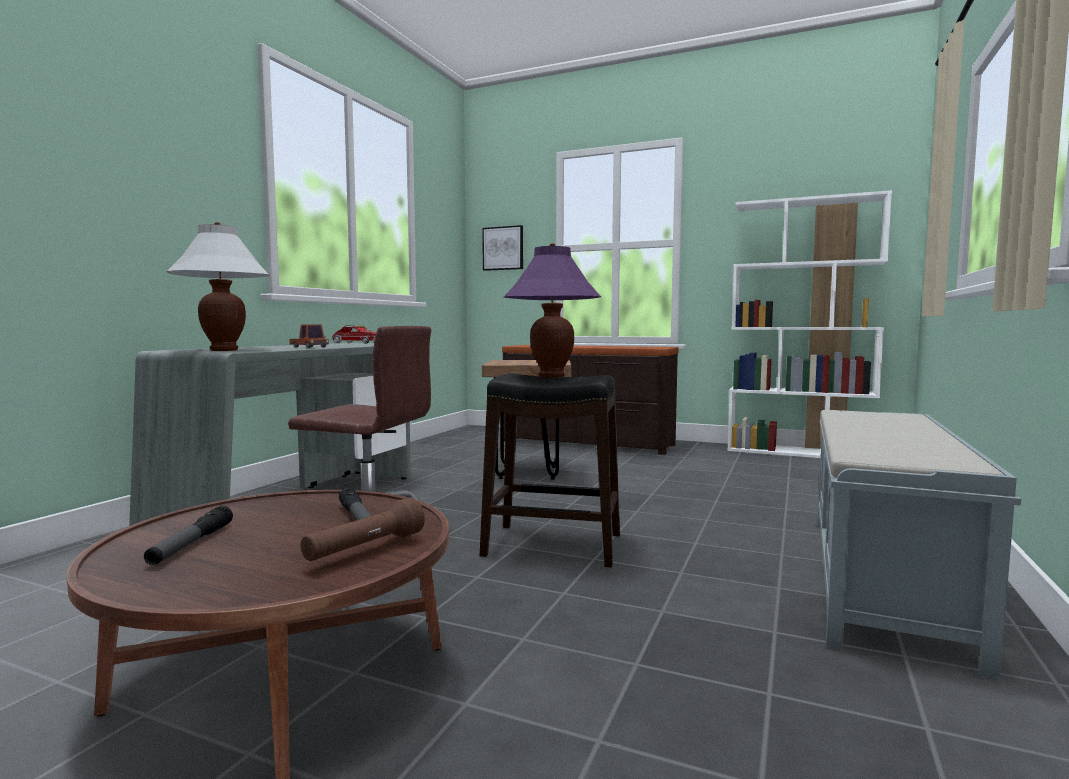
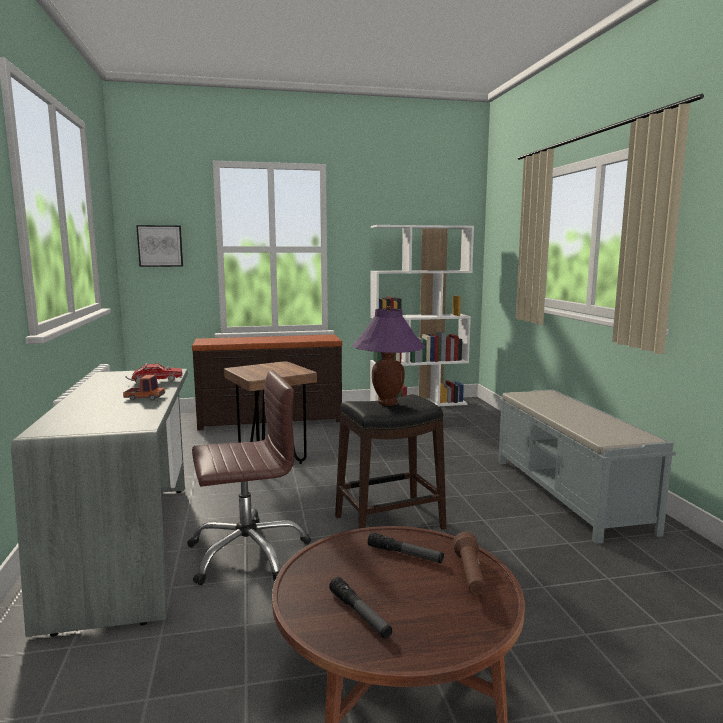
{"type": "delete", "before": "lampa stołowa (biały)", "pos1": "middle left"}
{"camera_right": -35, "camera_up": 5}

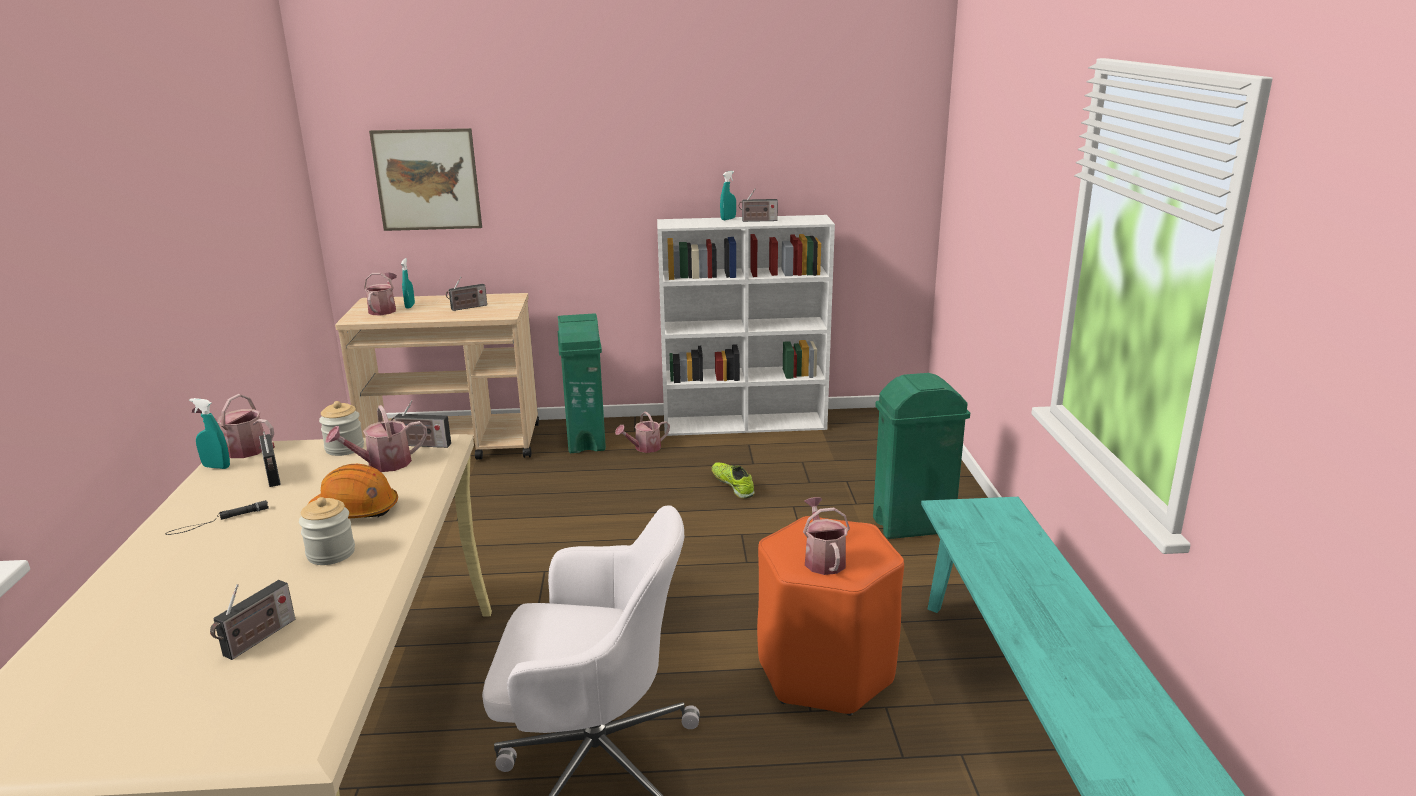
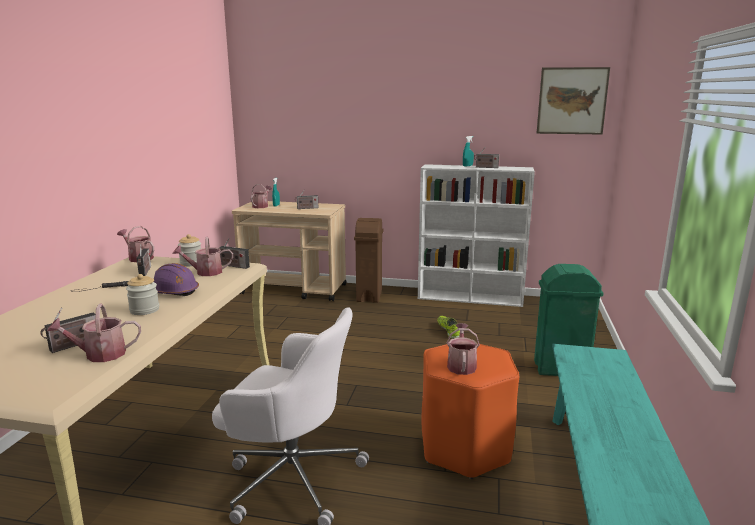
{"type": "delete", "before": "spryskiwacz (turkusowy) (1st from left)", "pos1": "middle left"}
{"type": "recolor", "before": "kask (pomarańczowy)", "after": "kask (fioletowy)", "pos1": "middle left", "pos2": "middle left"}
{"type": "move", "before": "obraz", "pos1": "top left", "pos2": "top right"}
{"type": "recolor", "before": "kosz na śmieci (zielony) (1st from left)", "after": "kosz na śmieci (brązowy)", "pos1": "centre", "pos2": "centre"}
{"type": "move", "before": "konewka (4th from left in the first image)", "after": "konewka (1st from left)", "pos1": "centre", "pos2": "middle left"}
{"camera_right": 15, "camera_up": -5}

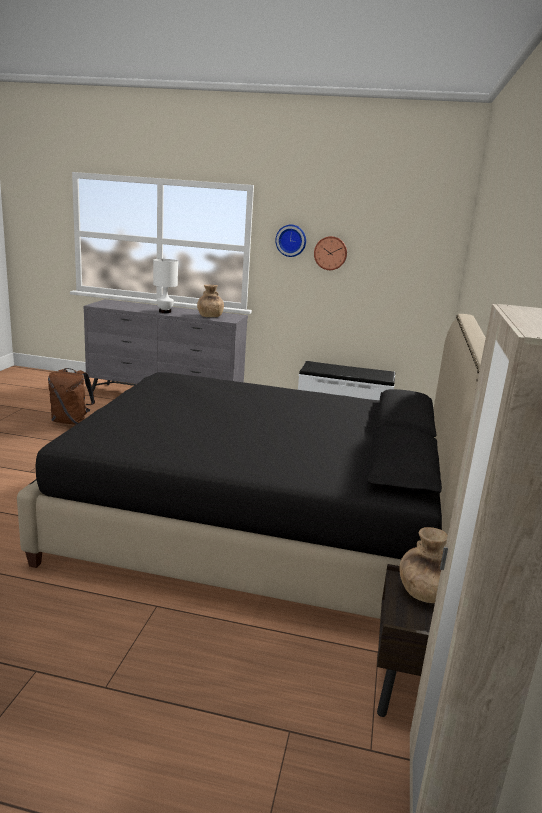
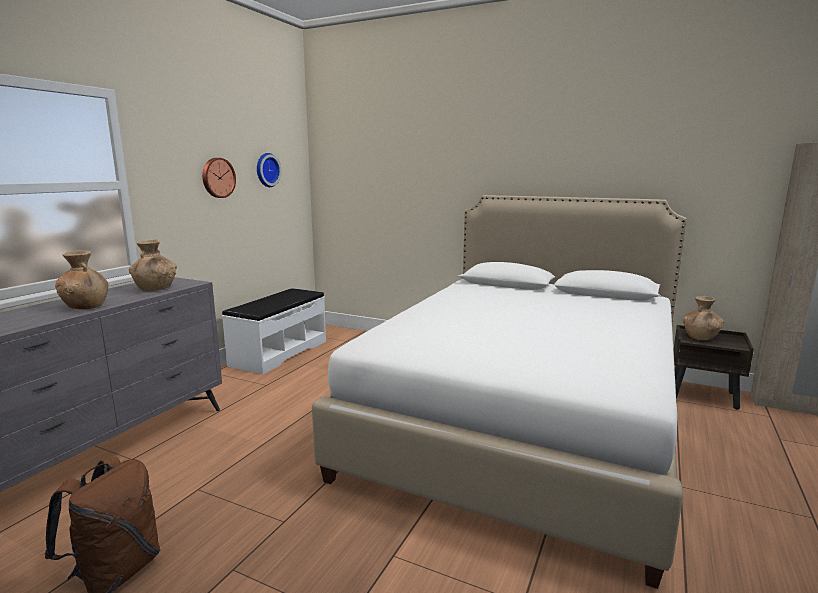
{"type": "recolor", "before": "łóżko (czarny)", "after": "łóżko (biały)", "pos1": "centre", "pos2": "centre"}
{"type": "replace", "before": "lampa stołowa (biały)", "after": "wazon (brązowy) (1st from left)", "pos1": "middle left", "pos2": "middle left"}
{"type": "move", "before": "zegar ścienny (1st from left in the first image)", "after": "zegar ścienny (2nd from left)", "pos1": "top centre", "pos2": "top left"}
{"camera_right": -75, "camera_up": -5}

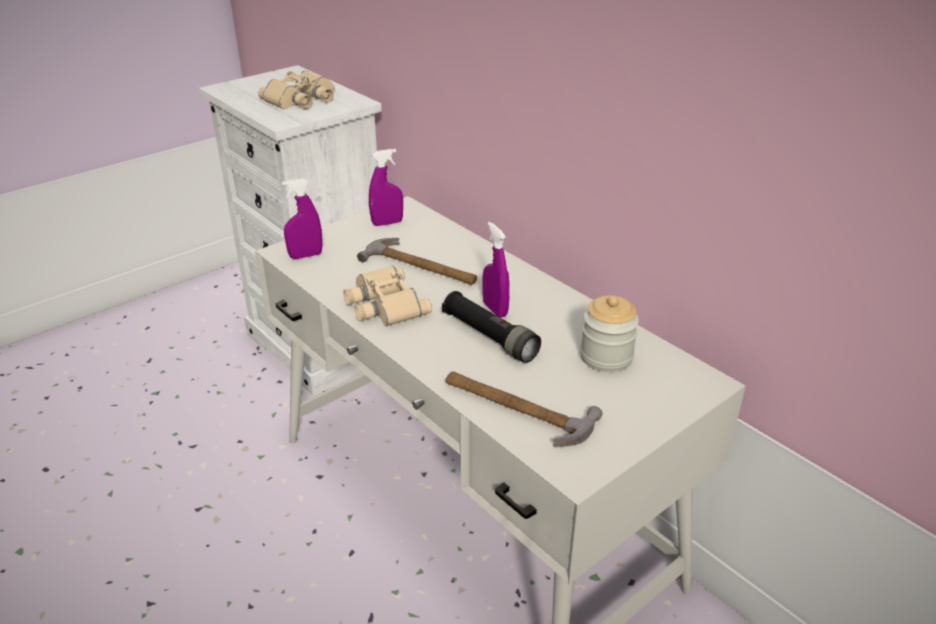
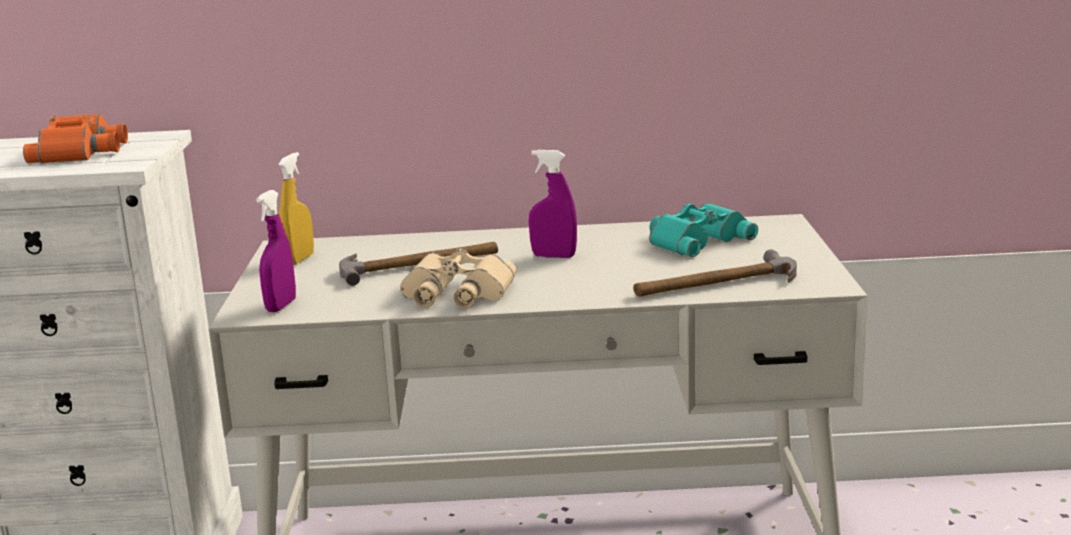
{"type": "recolor", "before": "lornetka (beżowy) (1st from left)", "after": "lornetka (pomarańczowy)", "pos1": "top left", "pos2": "top left"}
{"type": "recolor", "before": "spryskiwacz (fioletowy) (2nd from left)", "after": "spryskiwacz (żółty)", "pos1": "top centre", "pos2": "middle left"}
{"type": "delete", "before": "latarka (czarny)", "pos1": "centre"}
{"type": "replace", "before": "słoik", "after": "lornetka (turkusowy)", "pos1": "centre", "pos2": "centre"}
{"camera_right": -50, "camera_up": -15}

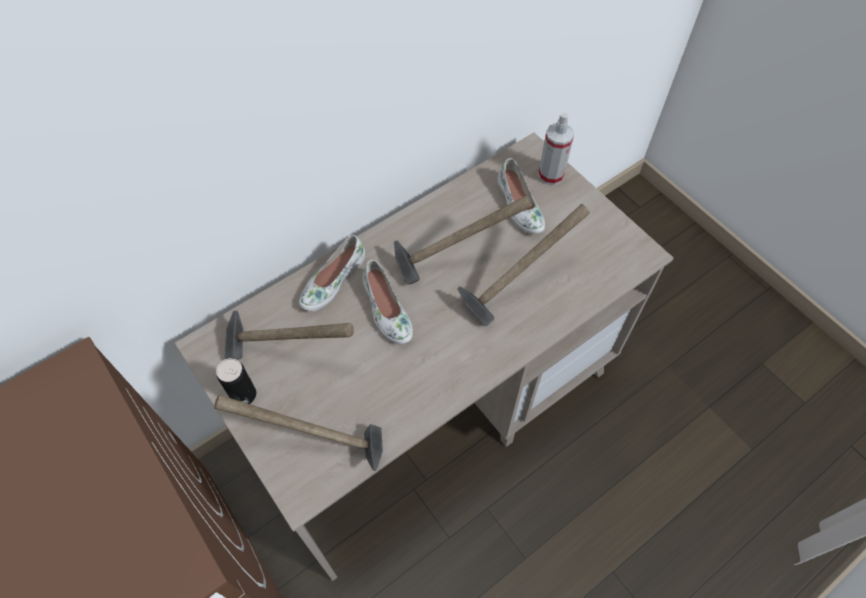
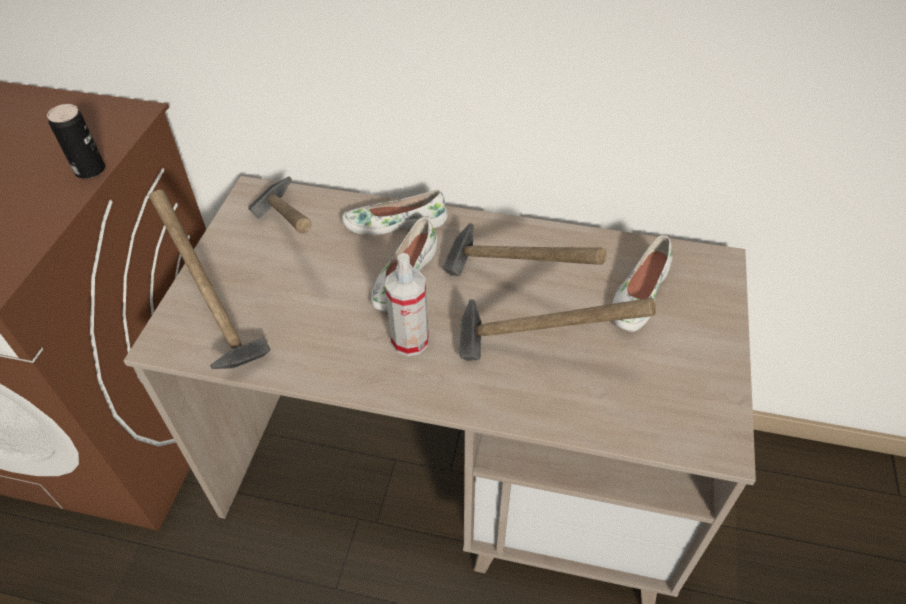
{"type": "move", "before": "puszka", "pos1": "middle left", "pos2": "top left"}
{"type": "move", "before": "spryskiwacz", "pos1": "top centre", "pos2": "centre"}
{"camera_right": 50, "camera_up": -10}

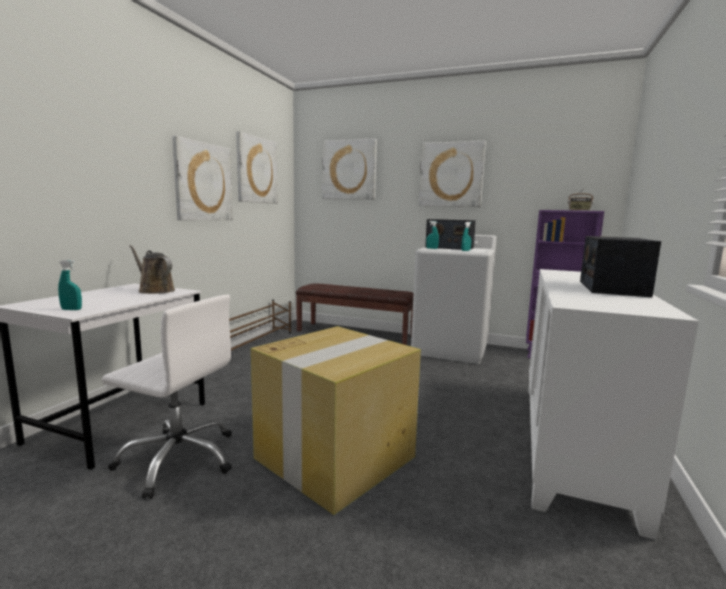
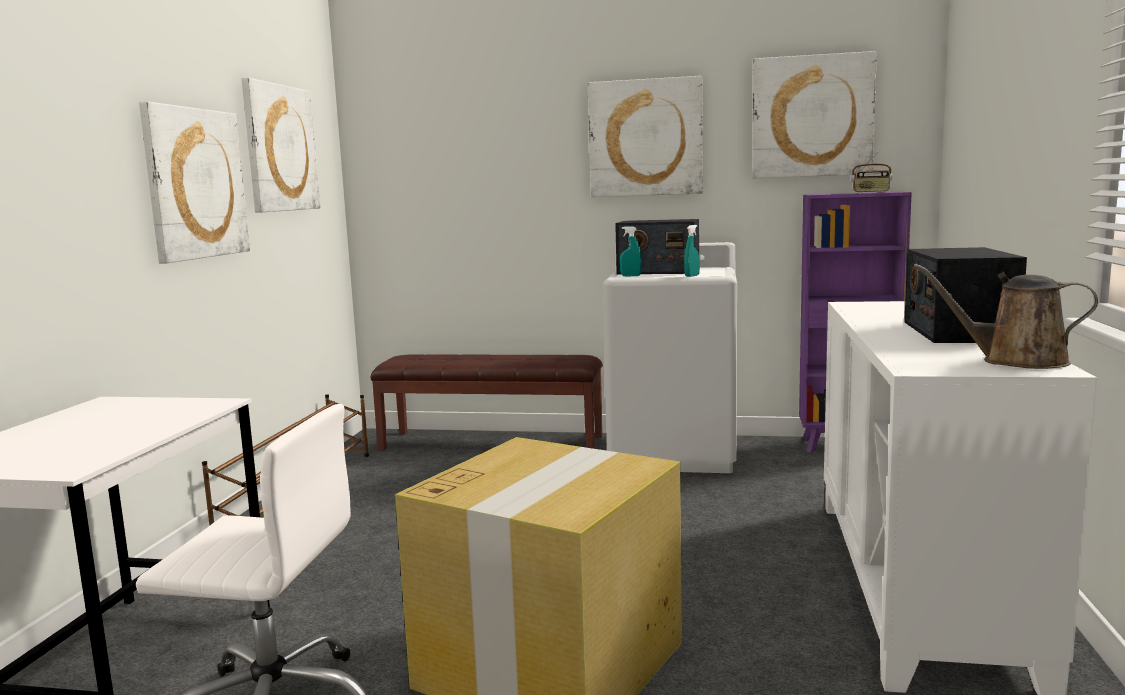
{"type": "delete", "before": "spryskiwacz (turkusowy) (1st from left)", "pos1": "middle left"}
{"type": "move", "before": "konewka (brązowy)", "pos1": "middle left", "pos2": "middle right"}
{"type": "move", "before": "obraz (3rd from left in the first image)", "after": "obraz (4th from left)", "pos1": "top centre", "pos2": "top right"}
{"camera_right": -10, "camera_up": 0}

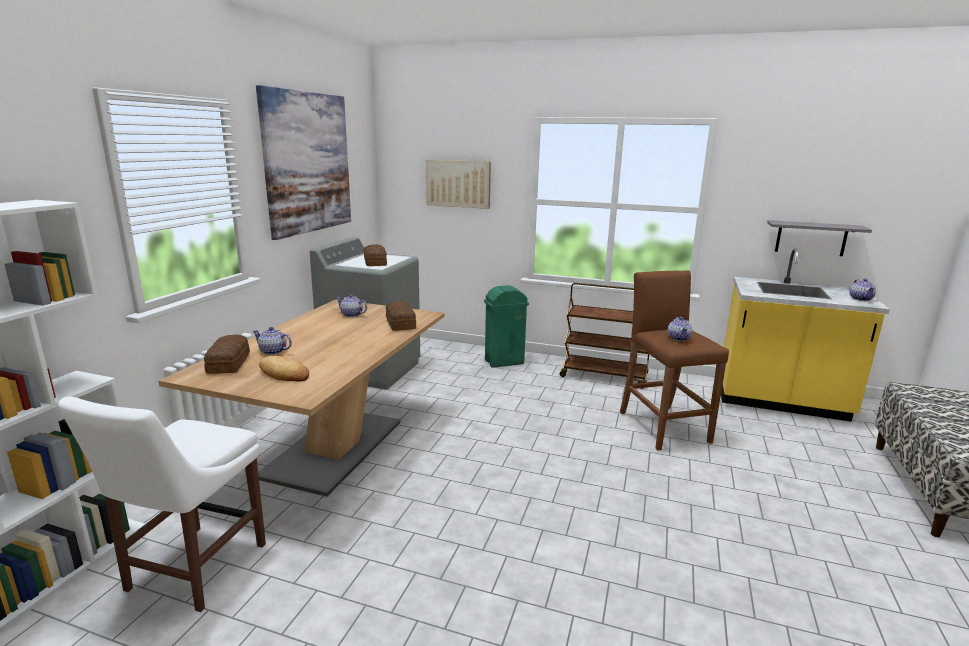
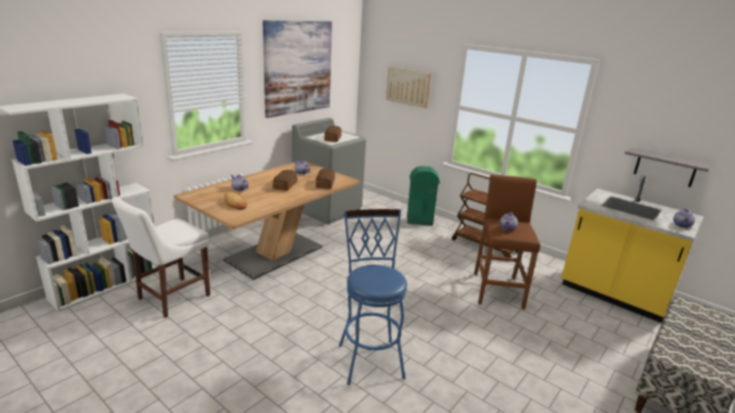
{"type": "move", "before": "chleb (1st from left in the first image)", "after": "chleb (2nd from left)", "pos1": "middle left", "pos2": "centre"}
{"type": "insert", "after": "stołek (niebieski)", "pos2": "bottom centre"}
{"camera_right": 20, "camera_up": 5}

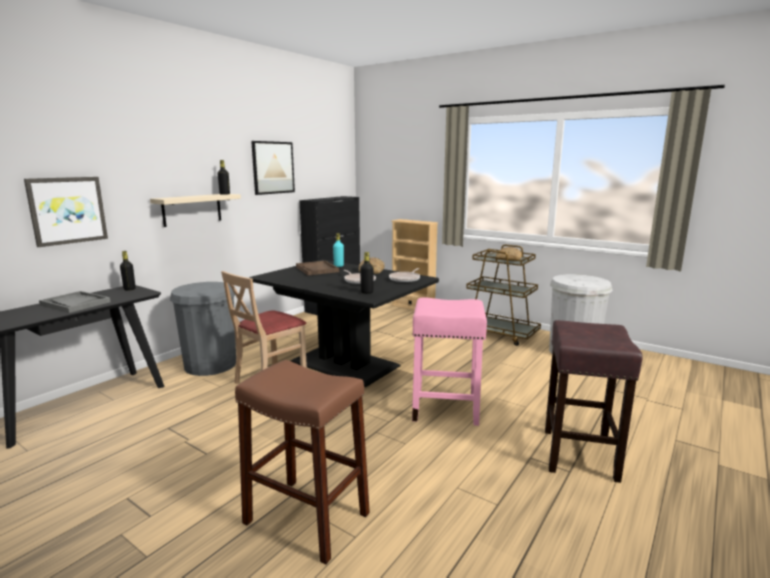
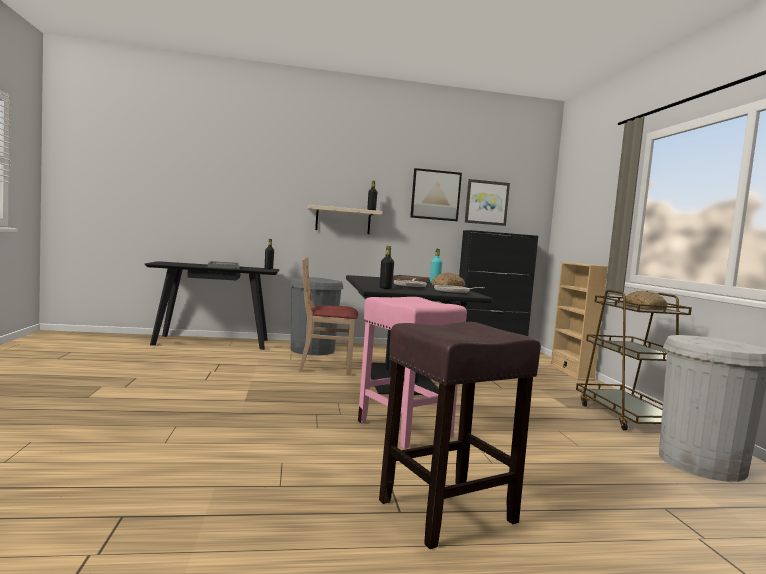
{"type": "move", "before": "obraz (1st from left in the first image)", "after": "obraz (2nd from left)", "pos1": "middle left", "pos2": "centre"}
{"type": "delete", "before": "stołek (brązowy) (1st from left)", "pos1": "bottom centre"}
{"camera_right": 45, "camera_up": -10}

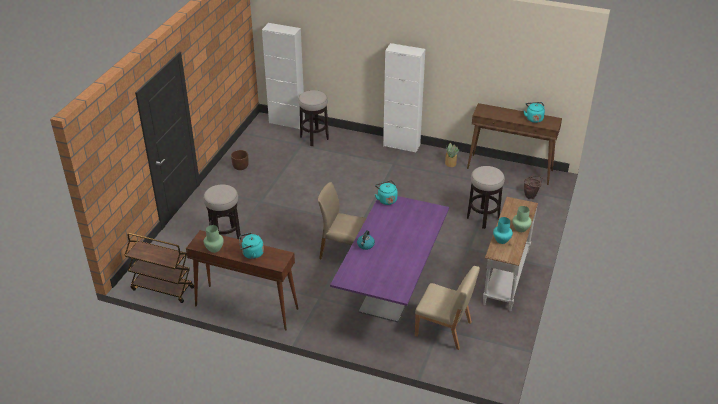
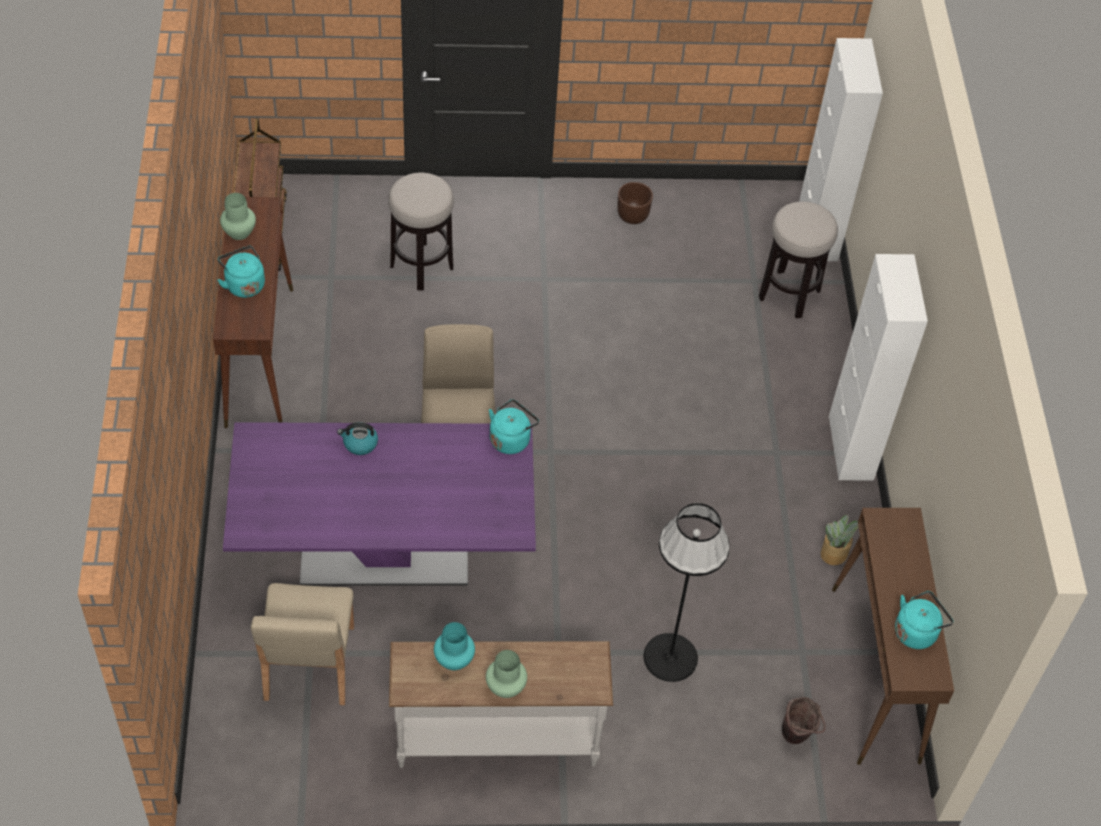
{"type": "replace", "before": "stołek (3rd from left)", "after": "lampa stojąca (czarny)", "pos1": "middle right", "pos2": "bottom centre"}
{"camera_right": 65, "camera_up": 15}

